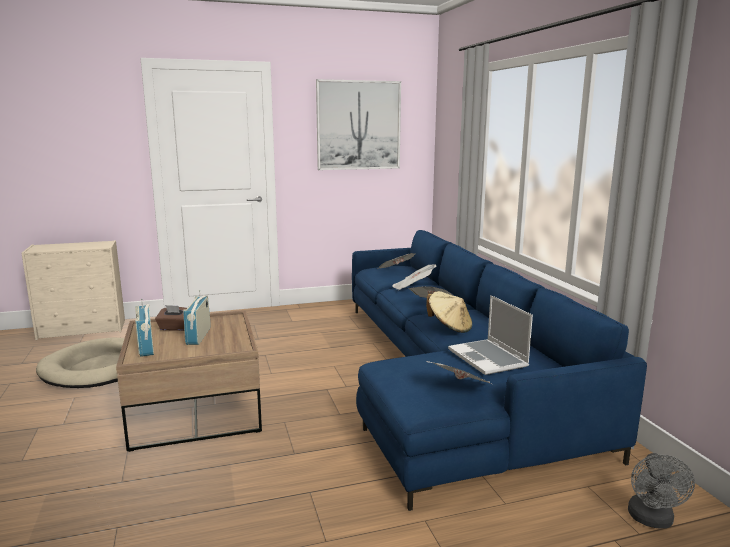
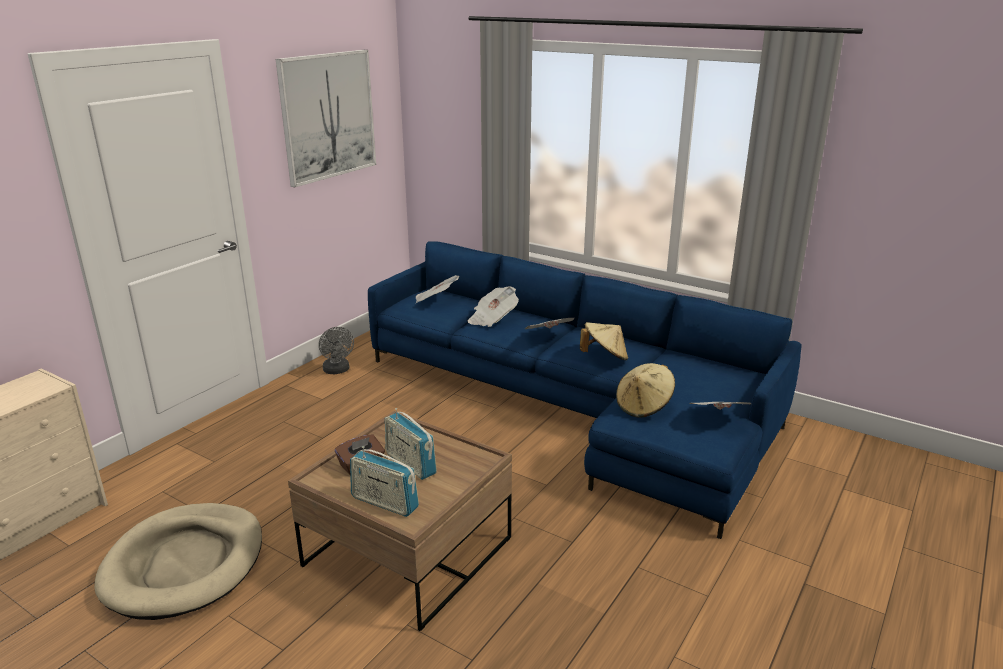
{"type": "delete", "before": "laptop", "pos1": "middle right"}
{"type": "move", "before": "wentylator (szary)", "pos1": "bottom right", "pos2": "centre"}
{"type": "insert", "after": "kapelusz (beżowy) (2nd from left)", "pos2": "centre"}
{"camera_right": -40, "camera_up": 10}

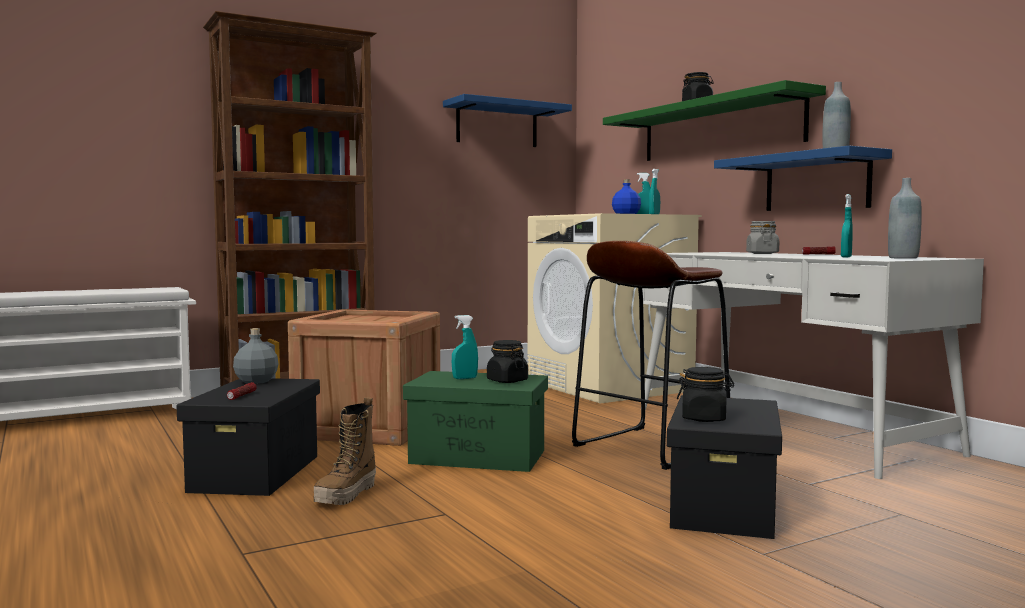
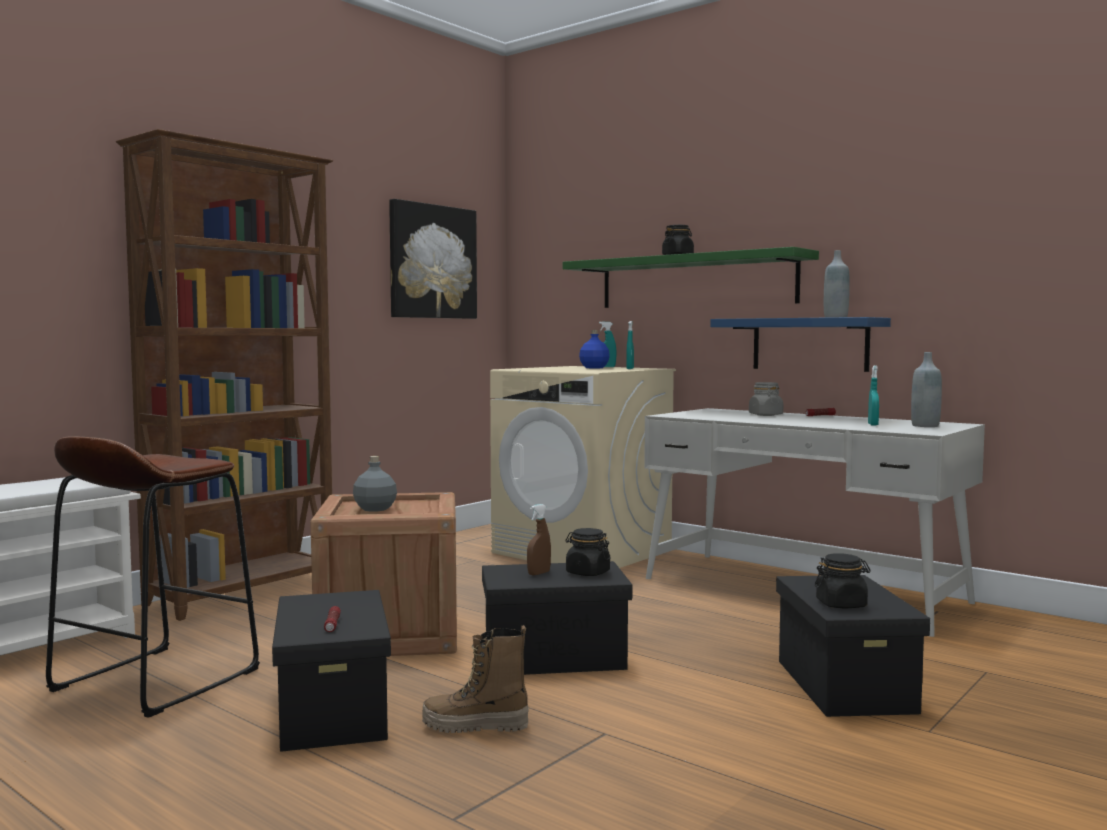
{"type": "move", "before": "butelka (szary) (1st from left)", "pos1": "middle left", "pos2": "centre"}
{"type": "rotate", "before": "but z cholewką", "pos1": "bottom centre", "pos2": "bottom centre", "turn": 90}
{"type": "recolor", "before": "pojemnik do przechowywania (zielony)", "after": "pojemnik do przechowywania (czarny) (2nd from left)", "pos1": "bottom centre", "pos2": "bottom centre"}
{"type": "replace", "before": "półka (niebieski) (1st from left)", "after": "obraz", "pos1": "top centre", "pos2": "top centre"}
{"type": "recolor", "before": "spryskiwacz (turkusowy) (1st from left)", "after": "spryskiwacz (brązowy)", "pos1": "centre", "pos2": "centre"}
{"type": "move", "before": "stołek (brązowy)", "pos1": "centre", "pos2": "bottom left"}
{"camera_right": -20, "camera_up": 0}

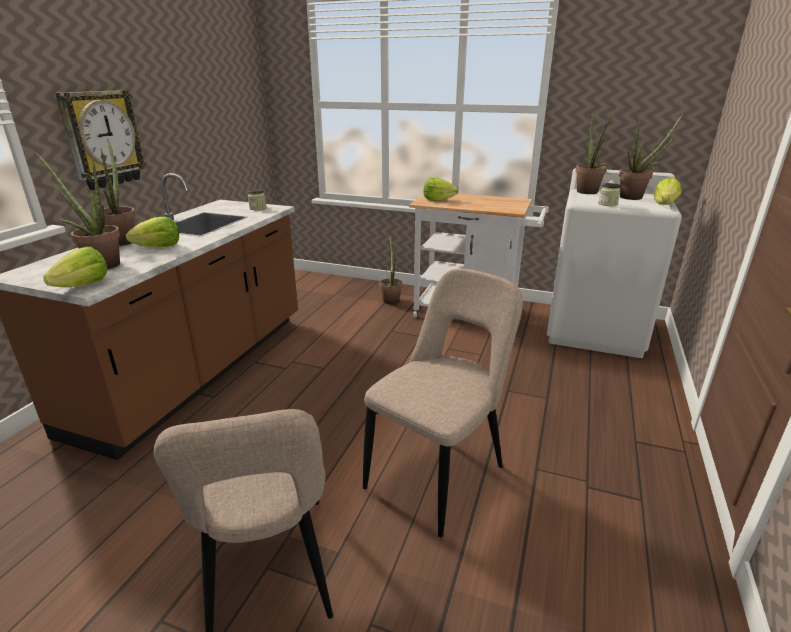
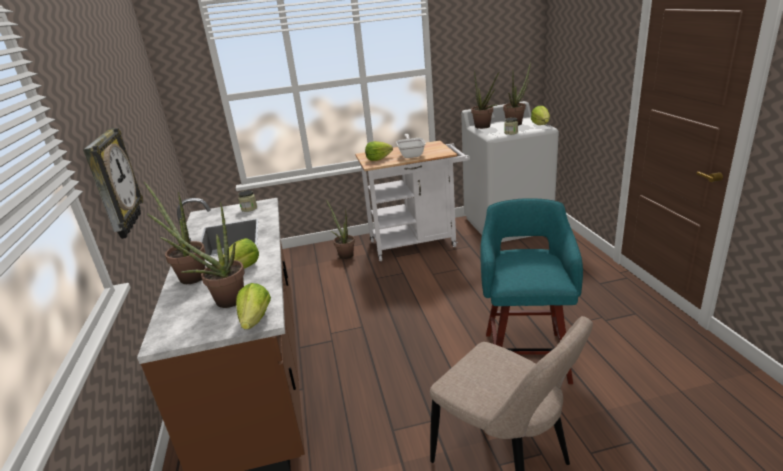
{"type": "replace", "before": "krzesło (beżowy) (2nd from left)", "after": "stołek (turkusowy)", "pos1": "centre", "pos2": "middle right"}
{"type": "insert", "after": "patelnia", "pos2": "top centre"}
{"camera_right": -30, "camera_up": 0}

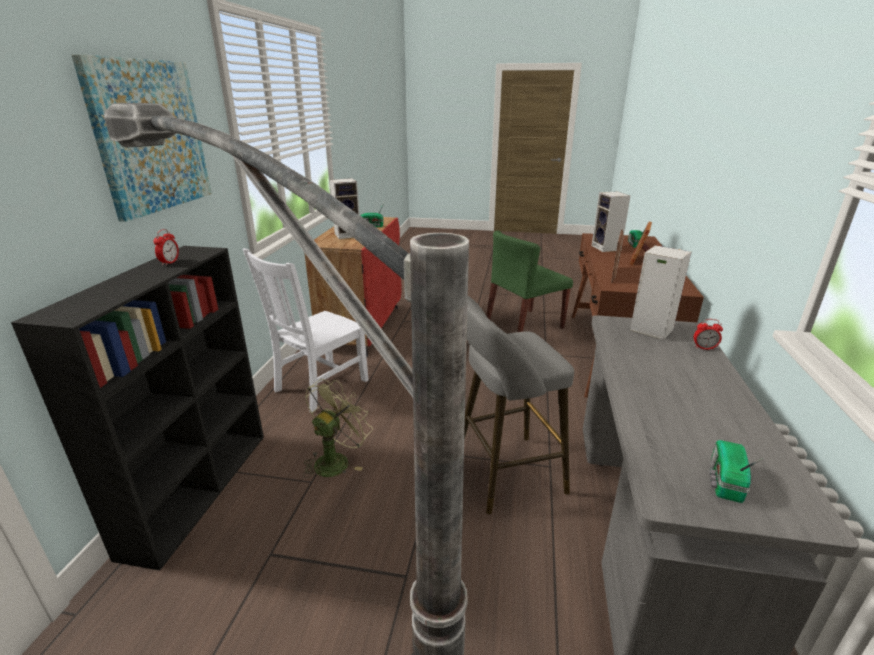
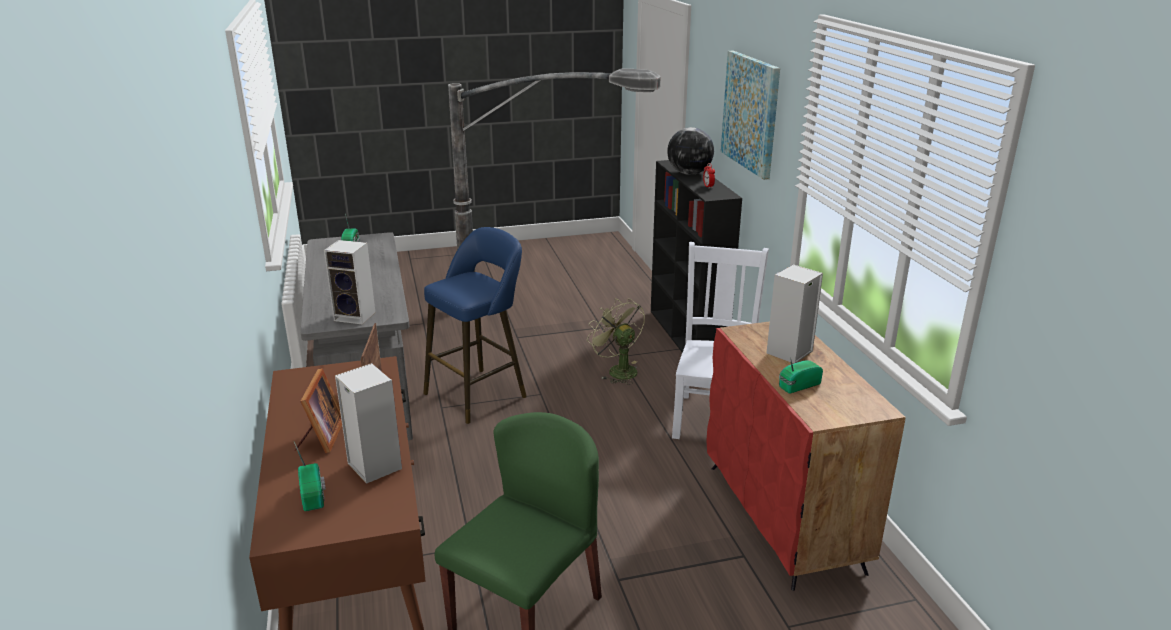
{"type": "rotate", "before": "wentylator (zielony)", "pos1": "centre", "pos2": "centre", "turn": 135}
{"type": "recolor", "before": "stołek (szary)", "after": "stołek (niebieski)", "pos1": "centre", "pos2": "centre"}
{"type": "delete", "before": "budzik (2nd from left)", "pos1": "middle right"}
{"type": "insert", "after": "globus", "pos2": "top centre"}
{"camera_right": 155, "camera_up": 0}

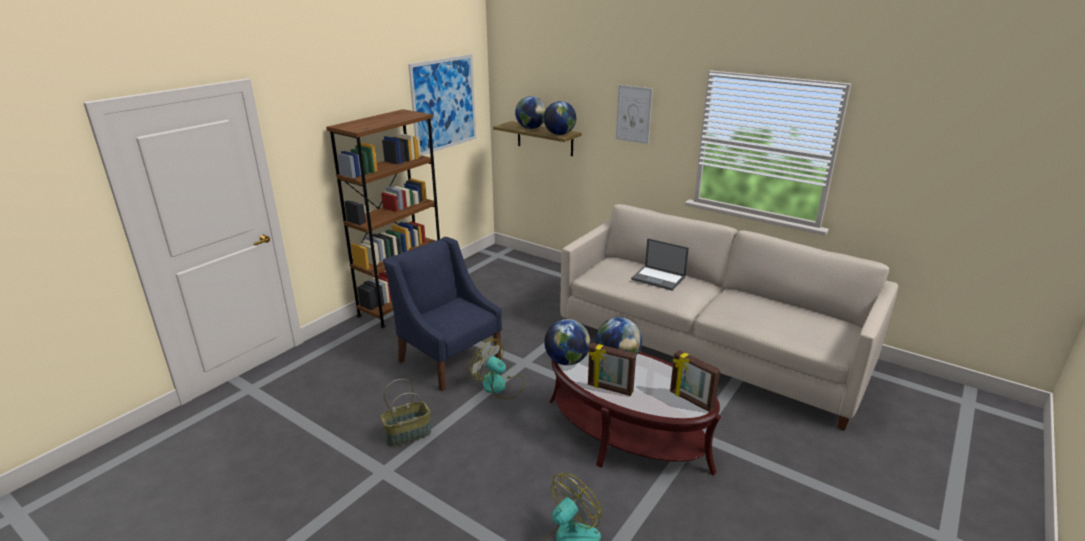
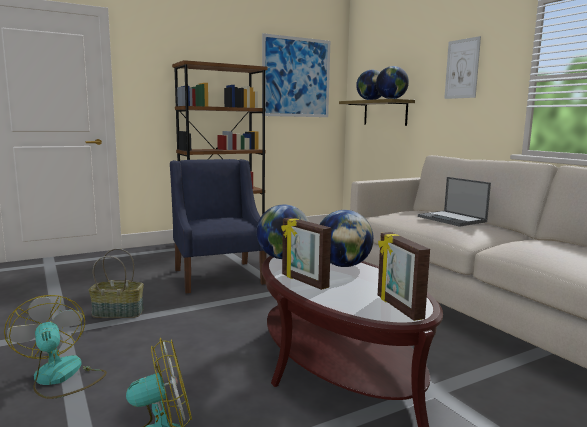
{"type": "move", "before": "wentylator (1st from left)", "pos1": "bottom centre", "pos2": "bottom left"}
{"camera_right": 25, "camera_up": -15}

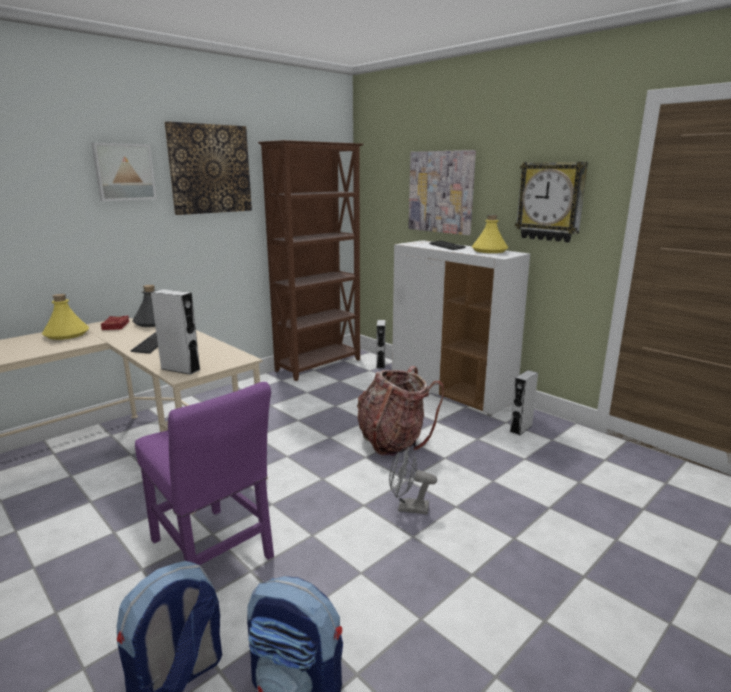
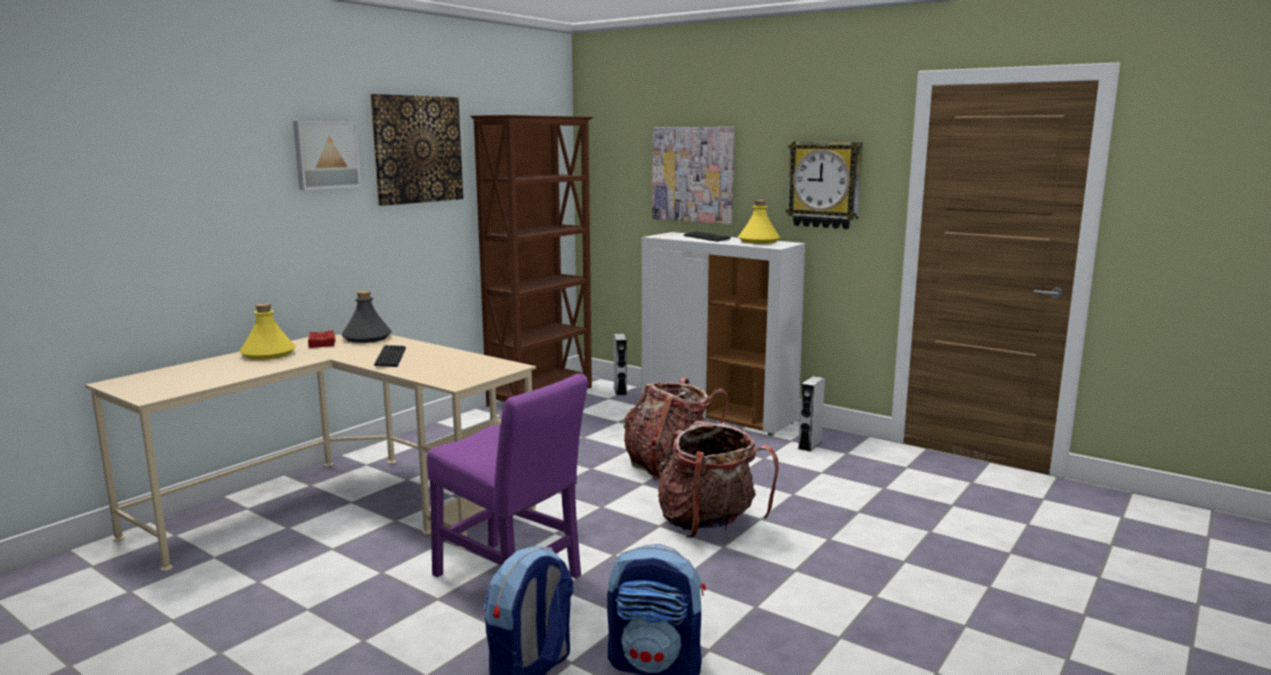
{"type": "delete", "before": "głośnik (szary) (1st from left)", "pos1": "middle left"}
{"type": "replace", "before": "wentylator (szary)", "after": "plecak (4th from left)", "pos1": "bottom centre", "pos2": "bottom centre"}
{"camera_right": -10, "camera_up": -5}

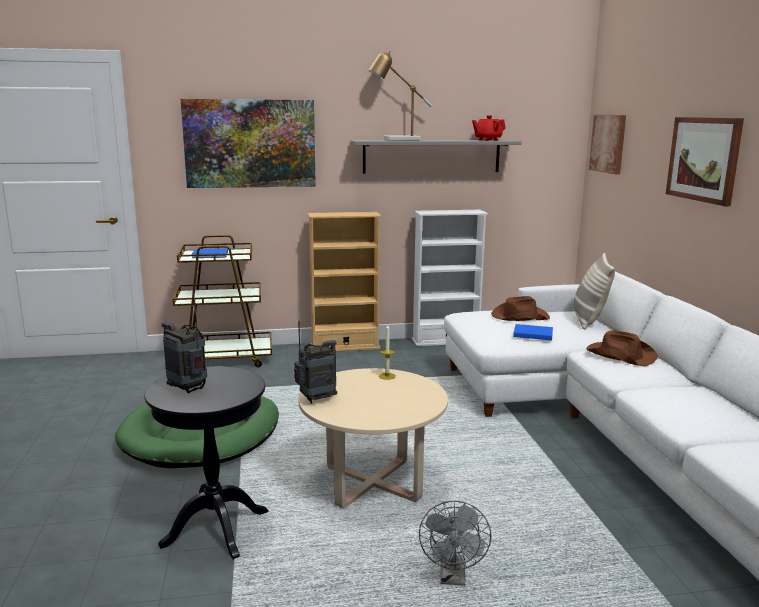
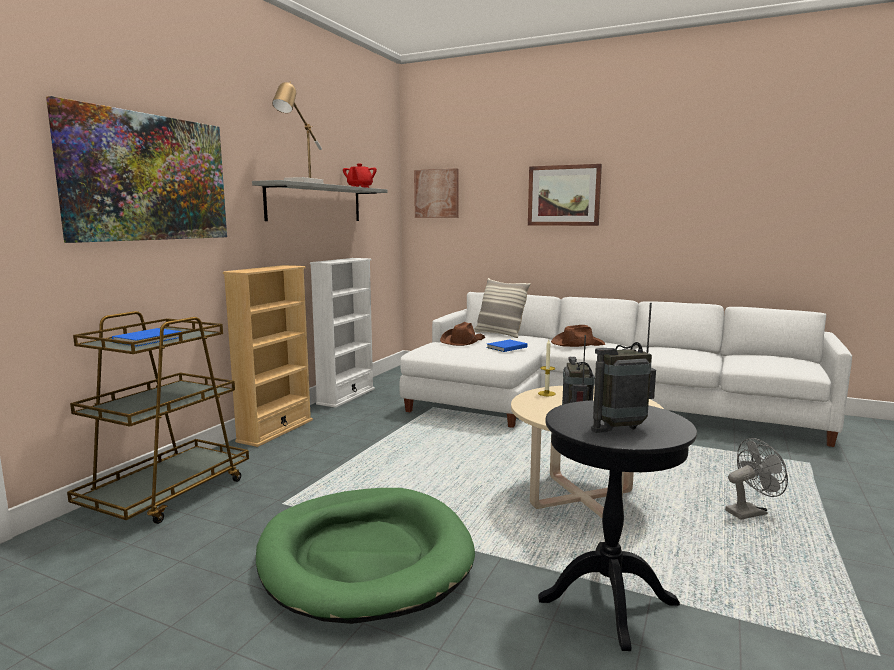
{"type": "rotate", "before": "wentylator (szary)", "pos1": "bottom centre", "pos2": "bottom right", "turn": -60}
{"camera_right": -55, "camera_up": -5}

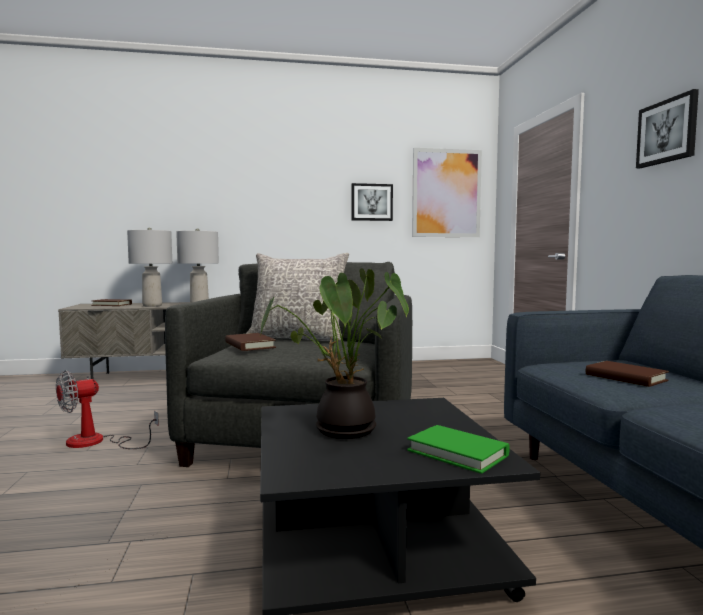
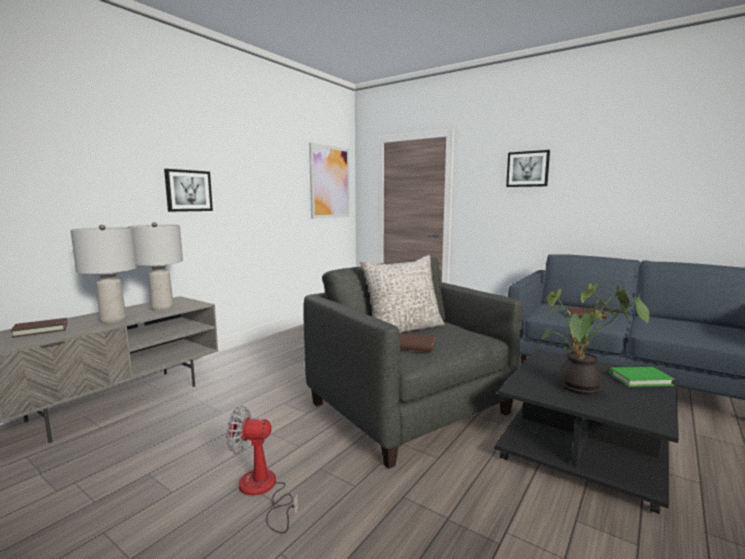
{"type": "rotate", "before": "wentylator", "pos1": "bottom left", "pos2": "bottom centre", "turn": 90}
{"type": "move", "before": "obraz (1st from left)", "pos1": "top centre", "pos2": "middle left"}
{"camera_right": -45, "camera_up": 5}

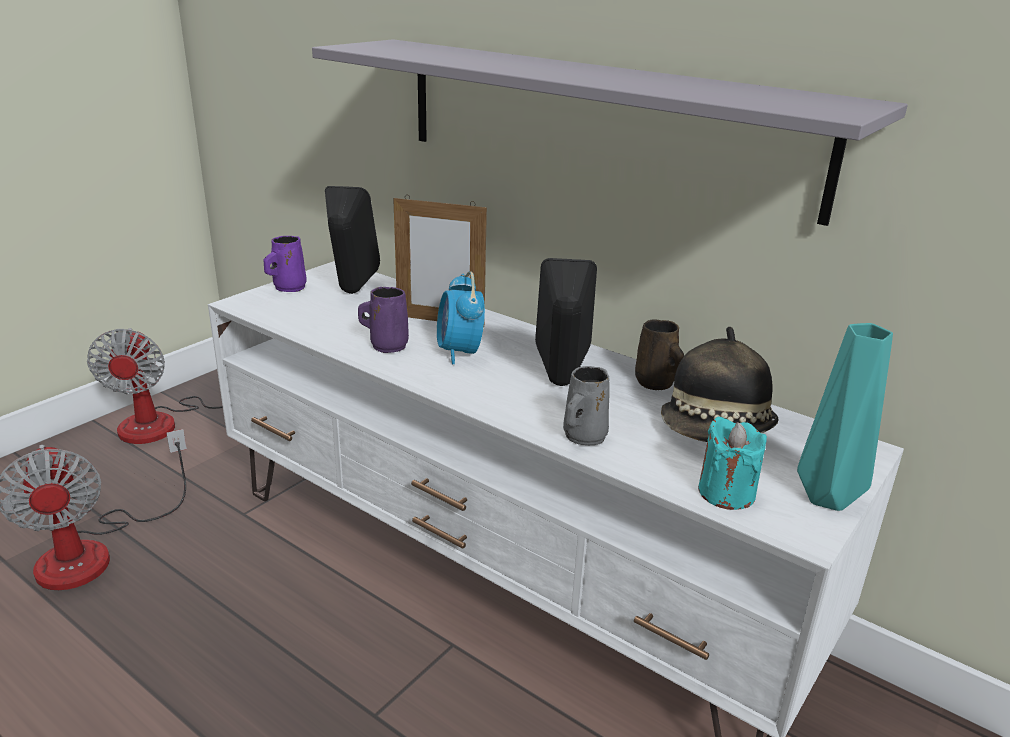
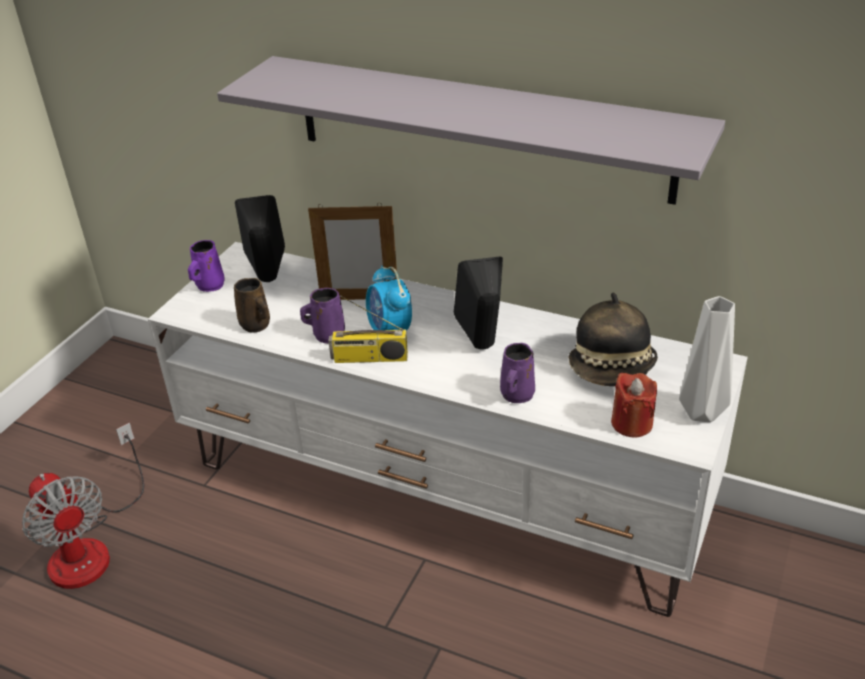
{"type": "delete", "before": "wentylator (2nd from left)", "pos1": "middle left"}
{"type": "recolor", "before": "kubek (szary)", "after": "kubek (fioletowy) (3rd from left)", "pos1": "centre", "pos2": "centre"}
{"type": "move", "before": "kubek (brązowy)", "pos1": "centre", "pos2": "middle left"}
{"type": "recolor", "before": "świeca (turkusowy)", "after": "świeca (czerwony)", "pos1": "middle right", "pos2": "middle right"}
{"type": "recolor", "before": "wazon (turkusowy)", "after": "wazon (szary)", "pos1": "middle right", "pos2": "middle right"}
{"type": "insert", "after": "radio", "pos2": "centre"}
{"camera_right": -10, "camera_up": 10}

